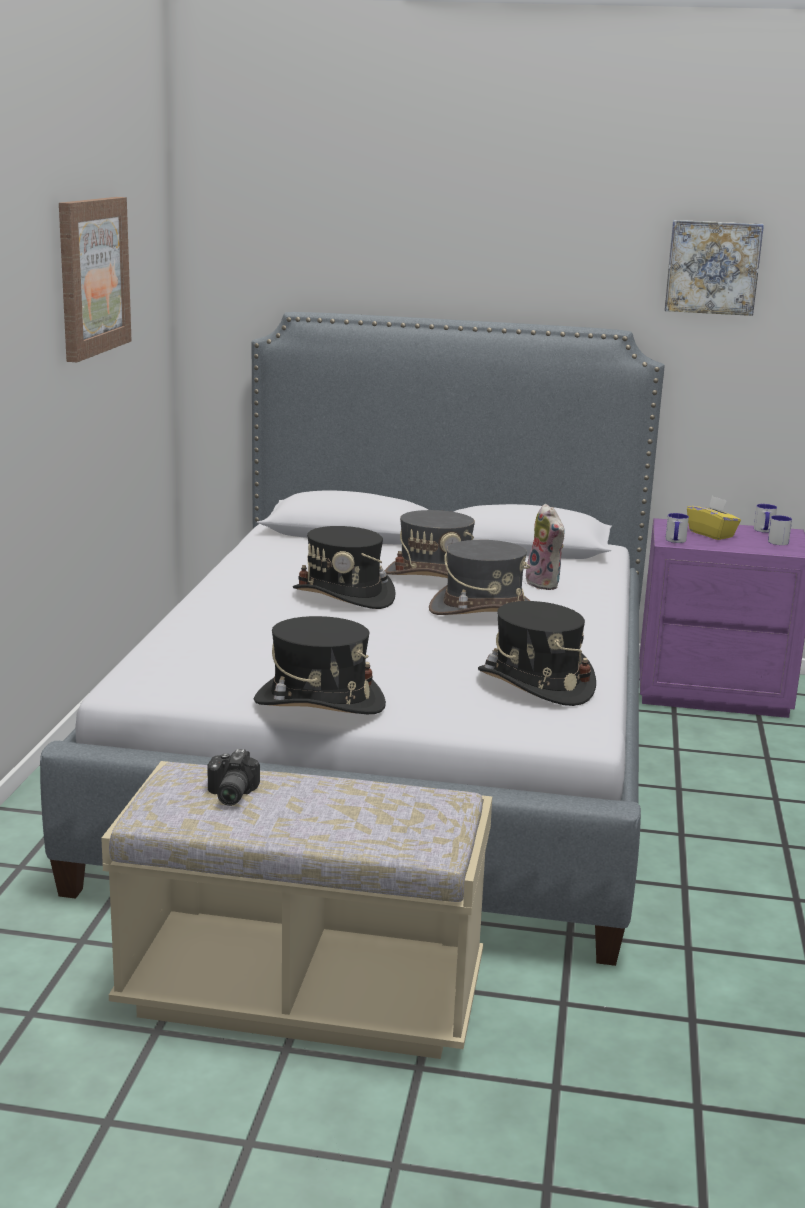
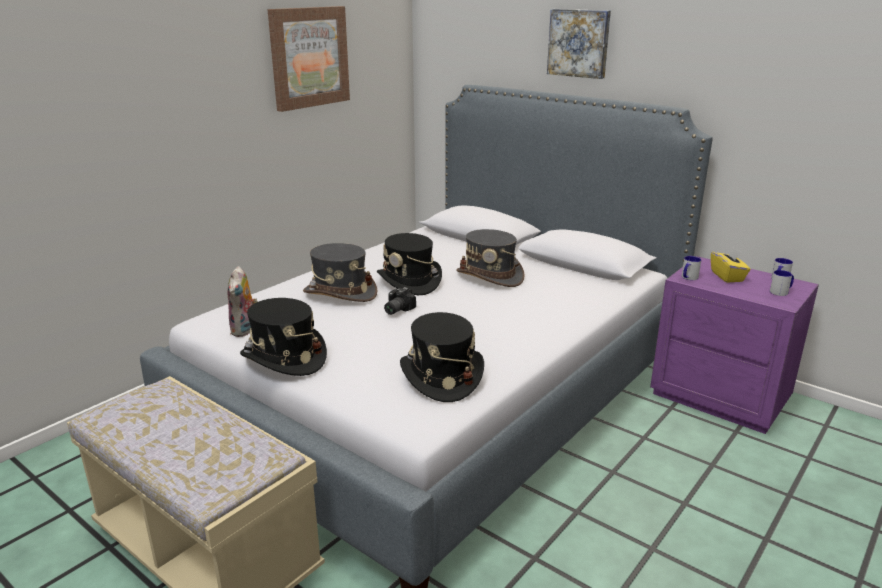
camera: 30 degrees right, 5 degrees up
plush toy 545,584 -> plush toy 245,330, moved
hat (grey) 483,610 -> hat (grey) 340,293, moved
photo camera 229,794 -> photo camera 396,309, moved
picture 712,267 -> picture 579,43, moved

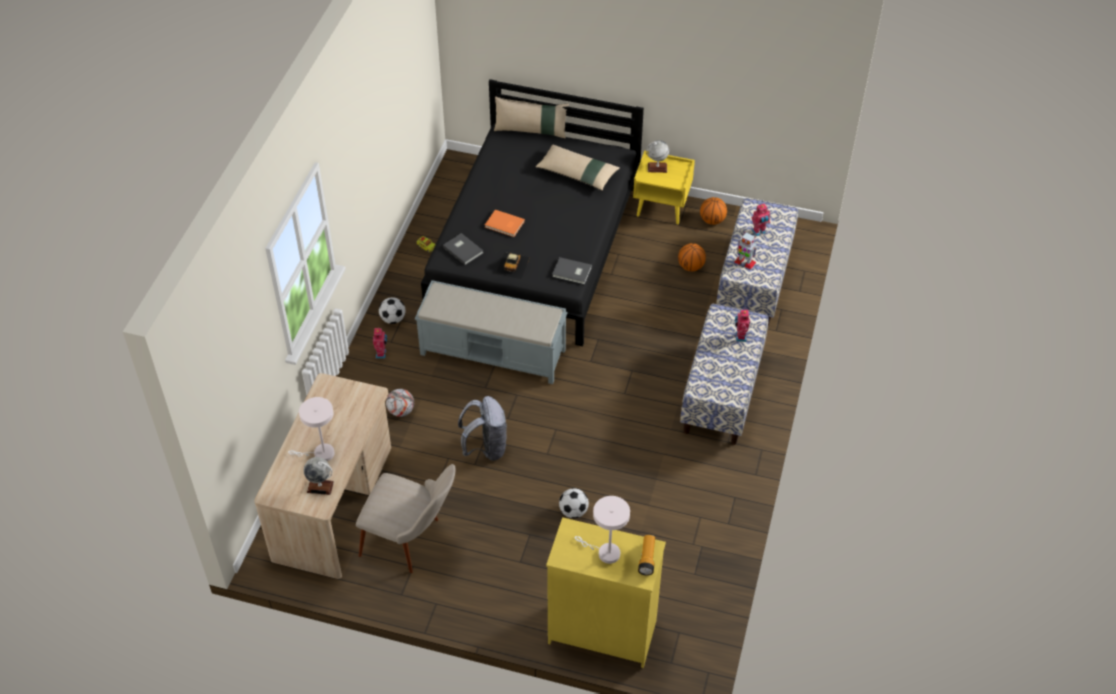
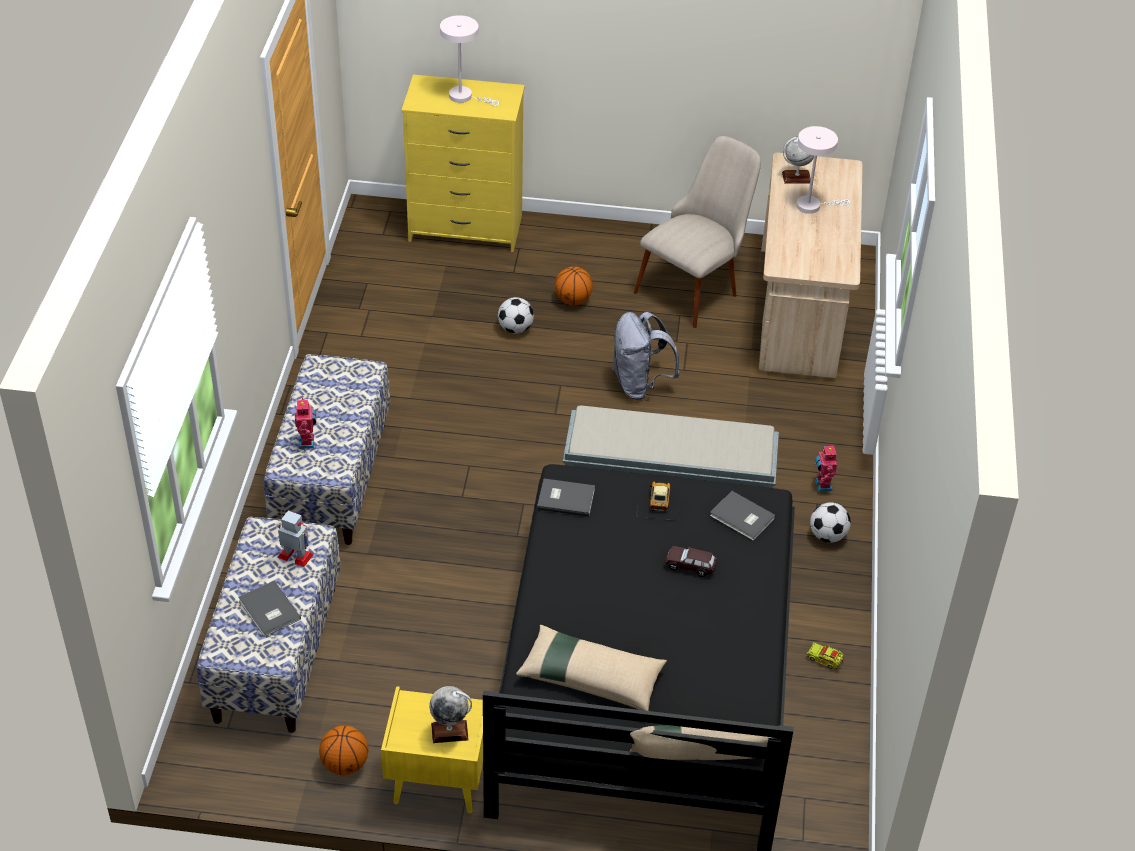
camera: 170 degrees right, 5 degrees down
toy robot 759,232 -> book (grey) 268,611
basketball 690,267 -> basketball 573,300, moved
chair (beige) 412,541 -> chair (beige) 695,285, 120 degrees clockwise
book (orange) 504,225 -> toy car (brown) 690,566
football 401,411 -> none
flashlight 647,558 -> none

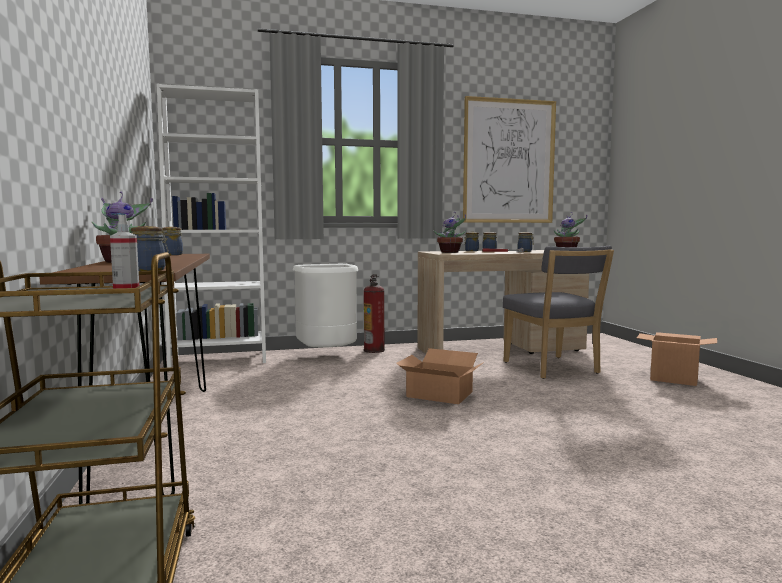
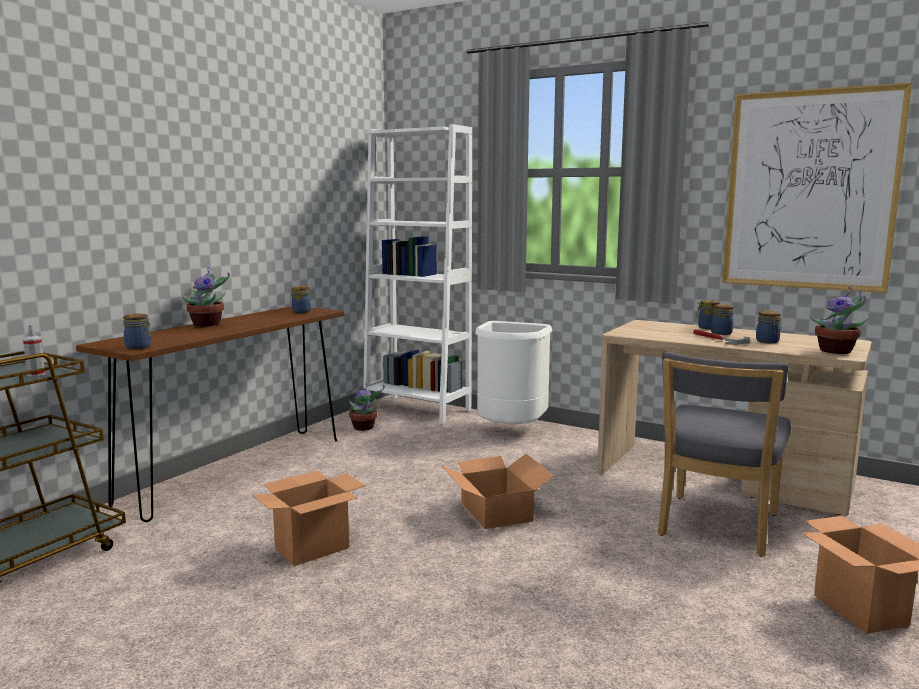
camera: 45 degrees right, 5 degrees up
none -> cardboard box 312,548
potted plant 451,252 -> potted plant 364,428, moved
fire extinguisher 374,350 -> none

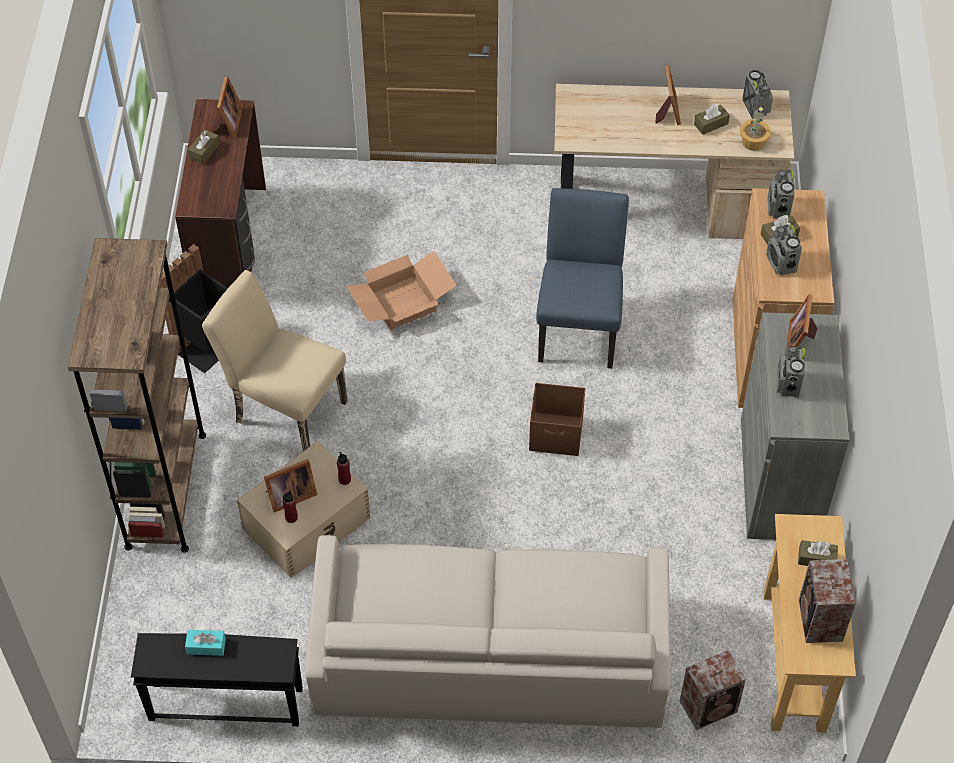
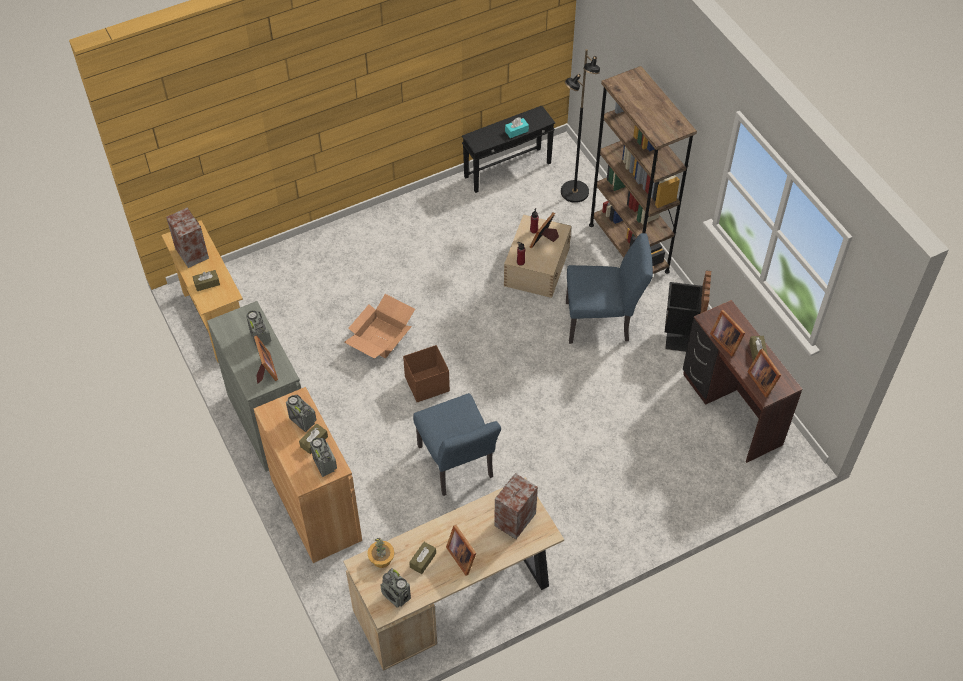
camera: 150 degrees right, 0 degrees up
cardboard box 402,304 -> cardboard box 380,336, moved
speaker 710,706 -> speaker 513,520, moved
none -> floor lamp (black) 574,192
chair (beige) 283,408 -> chair (blue) 603,322
none -> picture frame 726,340
sofa (beige) 488,657 -> none

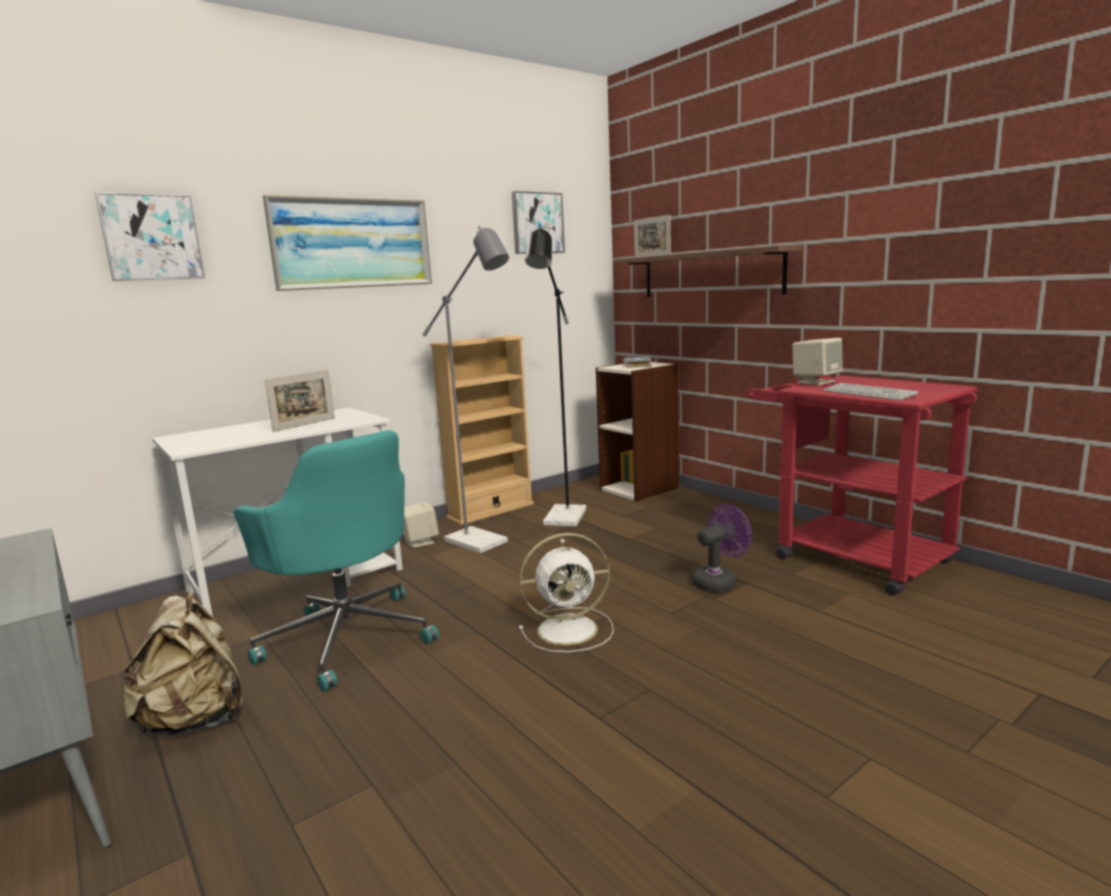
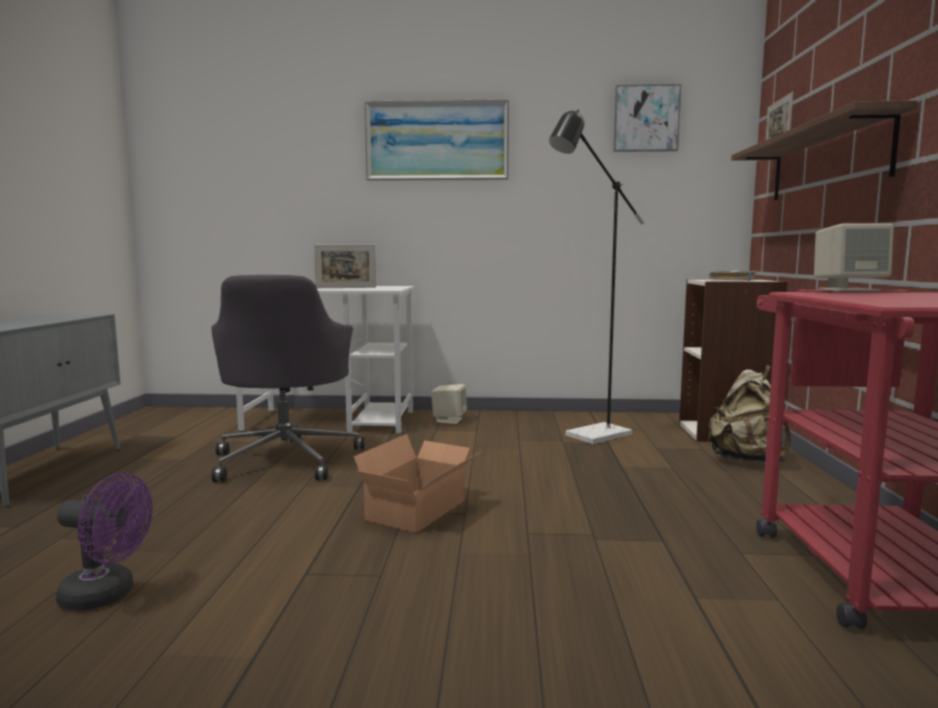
camera: 40 degrees right, 5 degrees down
fan (purple) 719,582 -> fan (purple) 107,595, moved
office chair (turquoise) 347,637 -> office chair (grey) 287,459
fan (white) 570,629 -> cardboard box 421,510
backpack (beige) 195,720 -> backpack (beige) 746,460, moved
picture 151,237 -> none
floor lamp (grey) 483,543 -> none
bookcase (beige) 490,511 -> none
keyboard 868,393 -> none

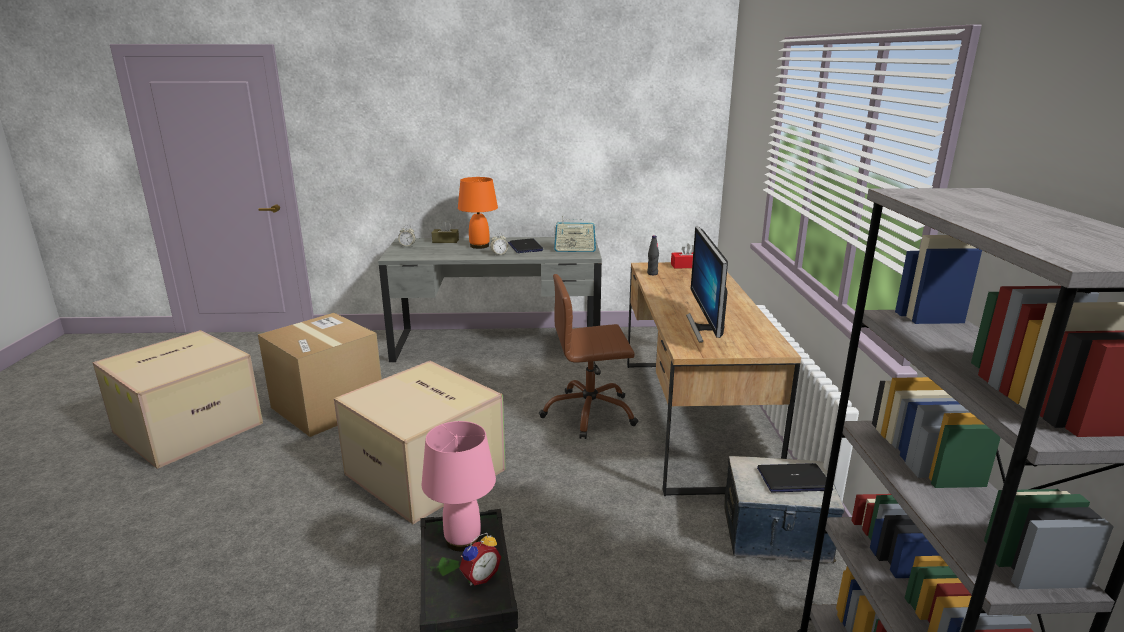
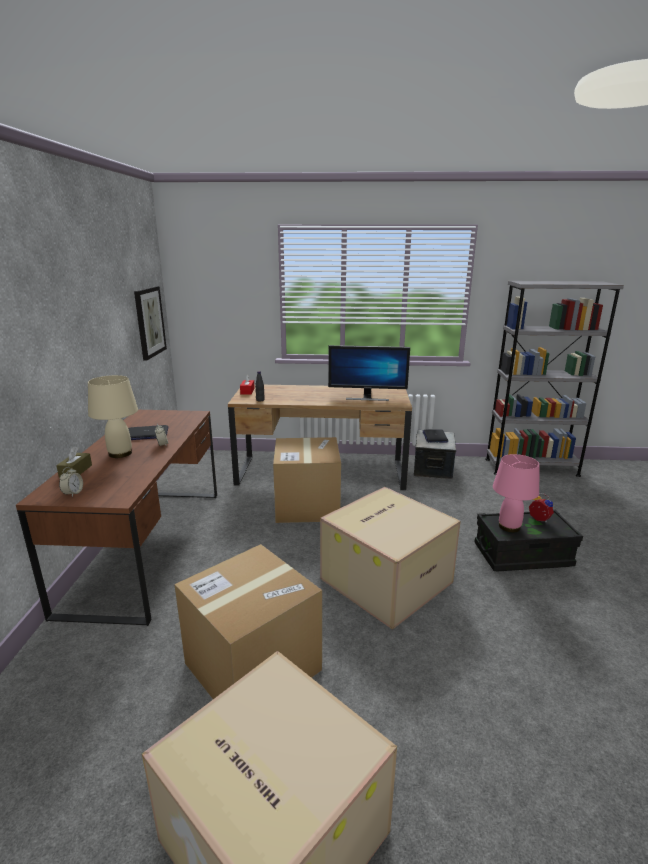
camera: 85 degrees left, 0 degrees up
desk (grey) 497,344 -> desk (brown) 148,546
table lamp (orange) 479,246 -> table lamp (beige) 120,454
none -> picture 149,322
office chair (brown) 589,413 -> cardboard box 307,505
radio 575,250 -> none

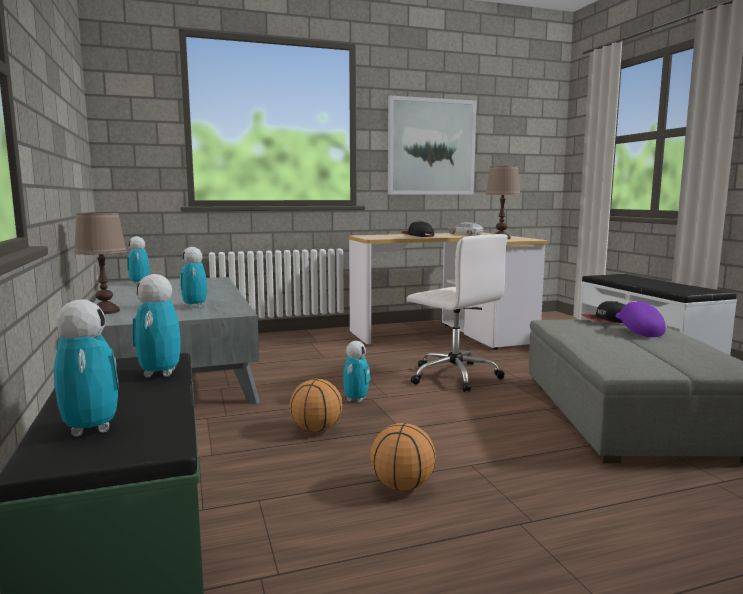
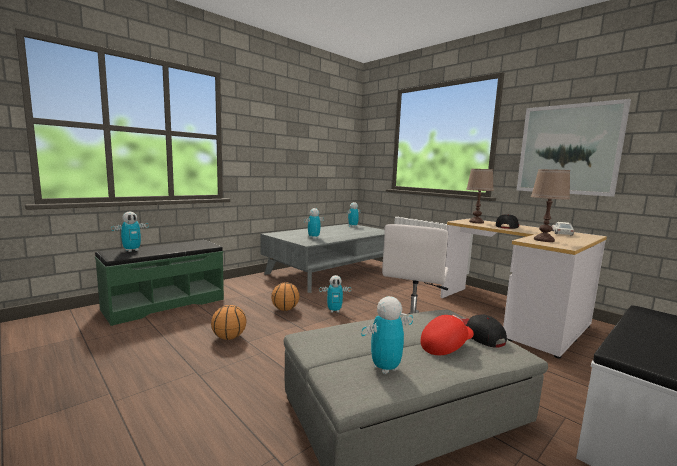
camera: 65 degrees right, 0 degrees up
toy robot 160,374 -> toy robot 385,368, moved
cap (purple) 637,331 -> cap (red) 445,346
table lamp (brown) 105,311 -> table lamp (brown) 476,222, moved

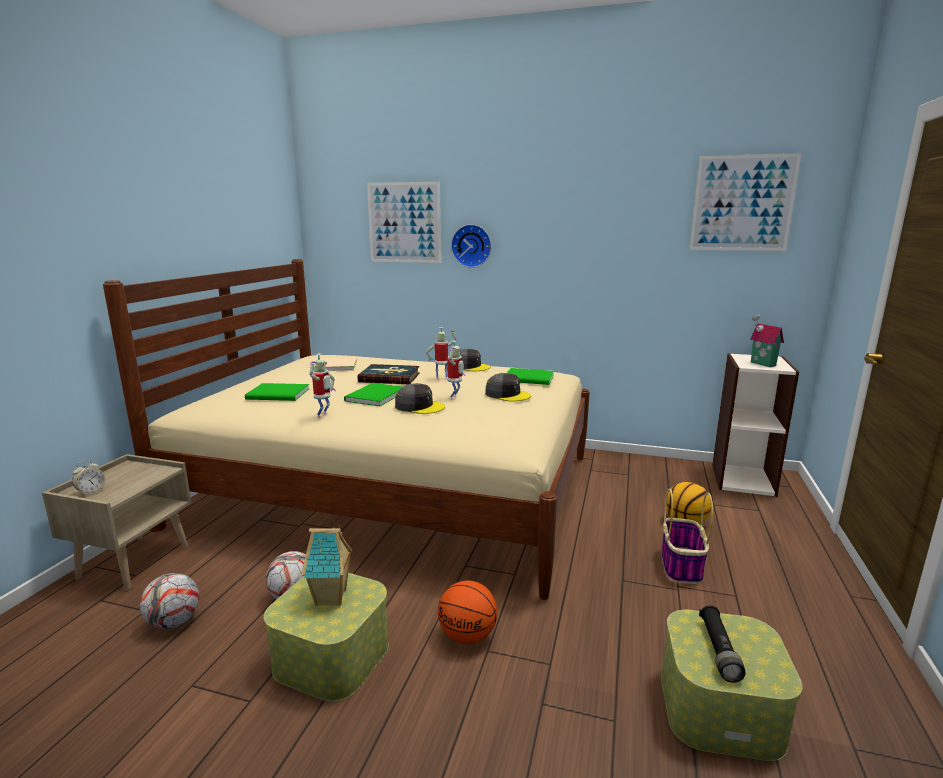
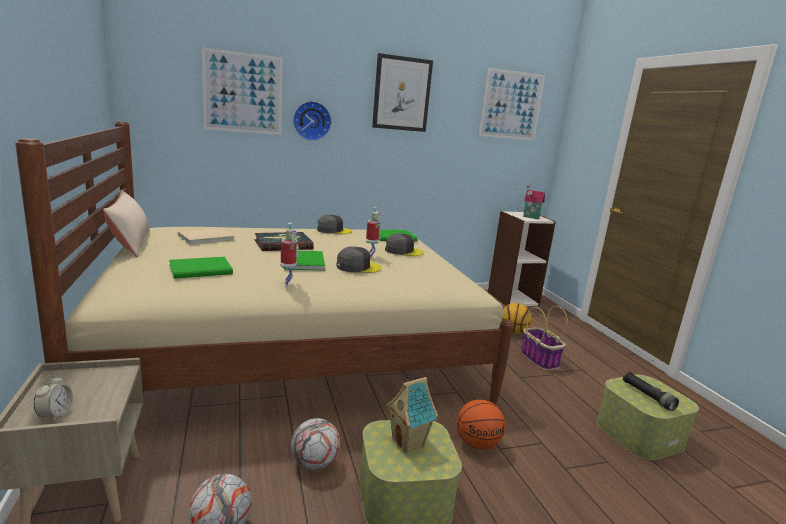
camera: 35 degrees left, 0 degrees up
none -> pillow (beige) 130,243
none -> picture 401,94
toy robot 442,378 -> none

